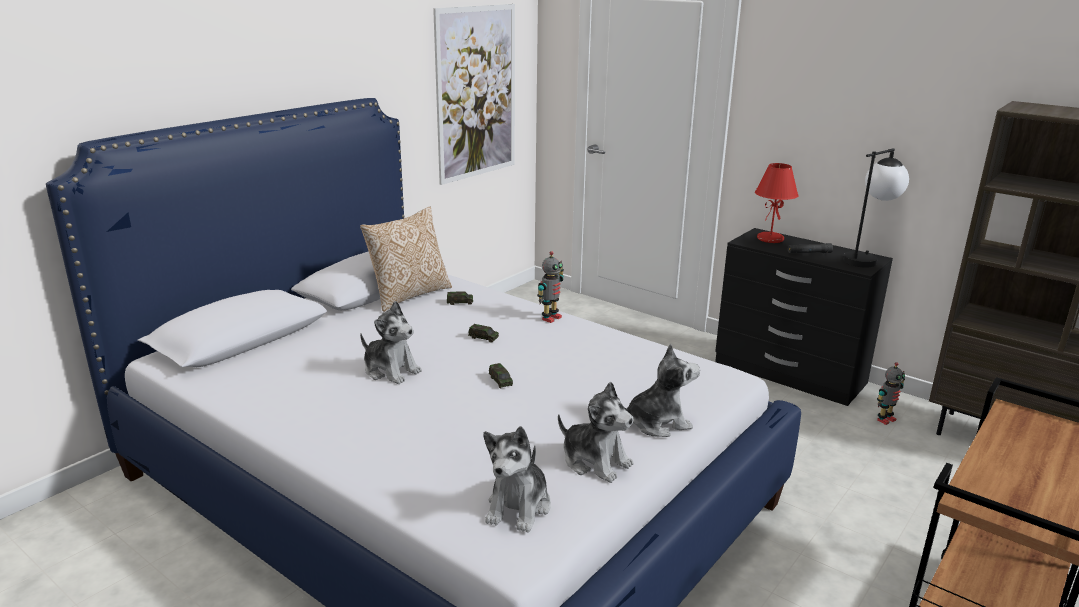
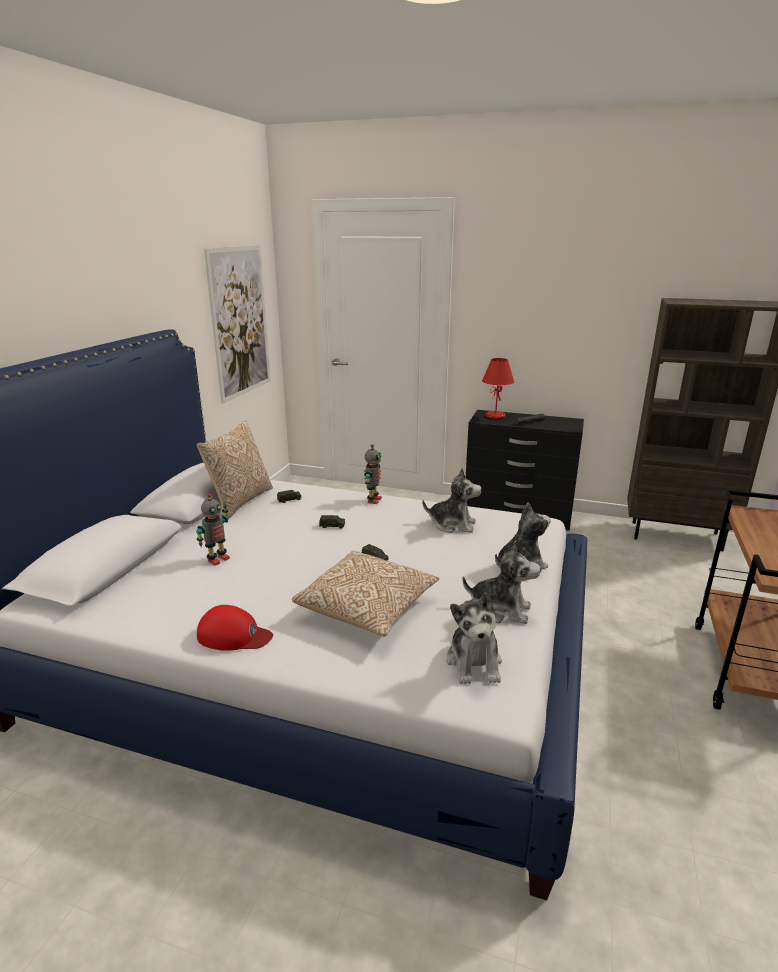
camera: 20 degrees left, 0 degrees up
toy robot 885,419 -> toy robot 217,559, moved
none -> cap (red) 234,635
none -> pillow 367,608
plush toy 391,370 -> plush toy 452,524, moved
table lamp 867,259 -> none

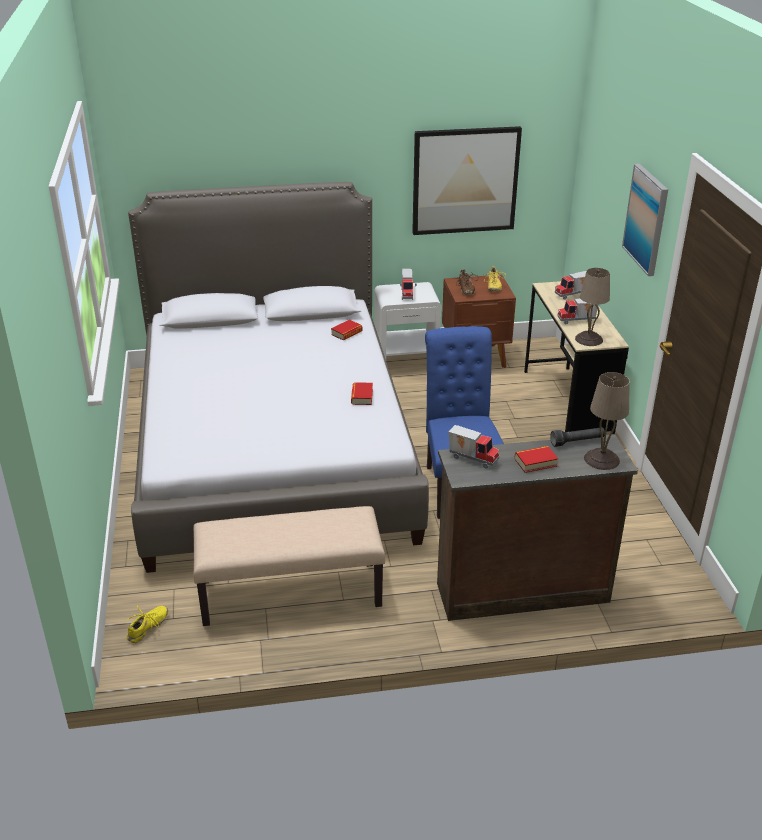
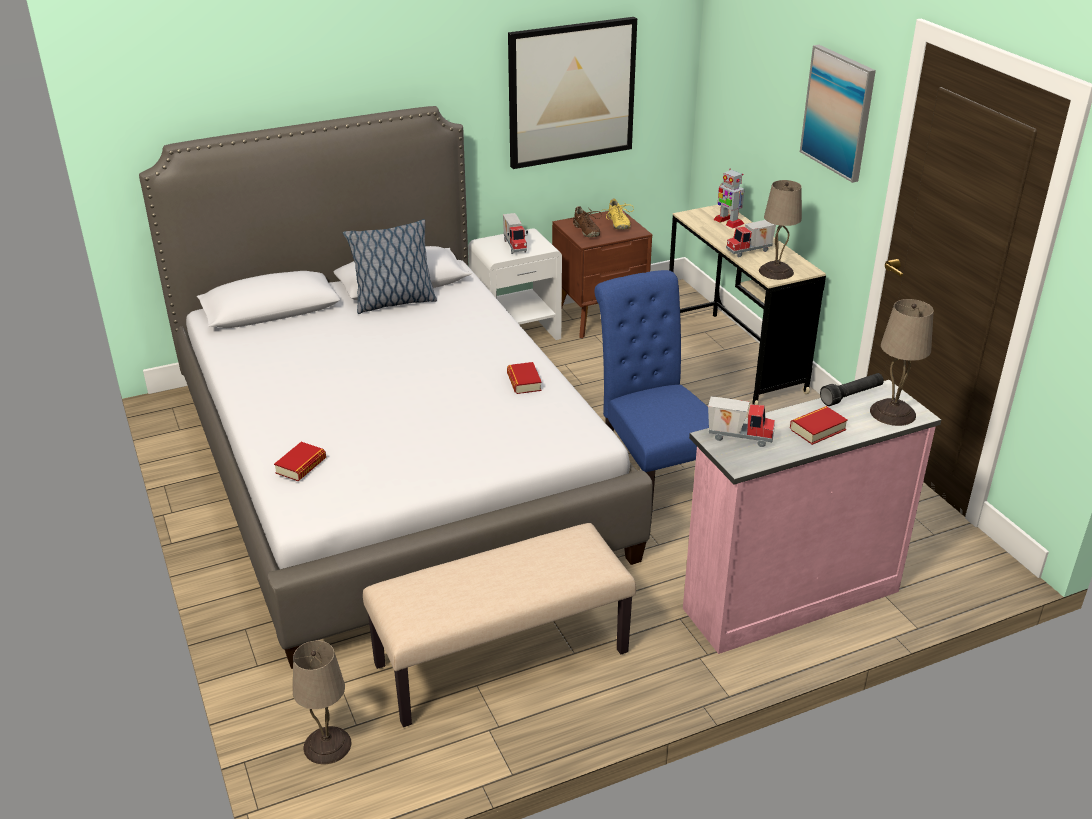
camera: 15 degrees left, 0 degrees up
book 346,333 -> book 301,466, moved
shoe (yellow) 148,628 -> table lamp (beige) 326,745
none -> pillow 393,302
dresser (brown) 520,591 -> dresser (pink) 788,598
toy truck 573,295 -> toy robot 728,221

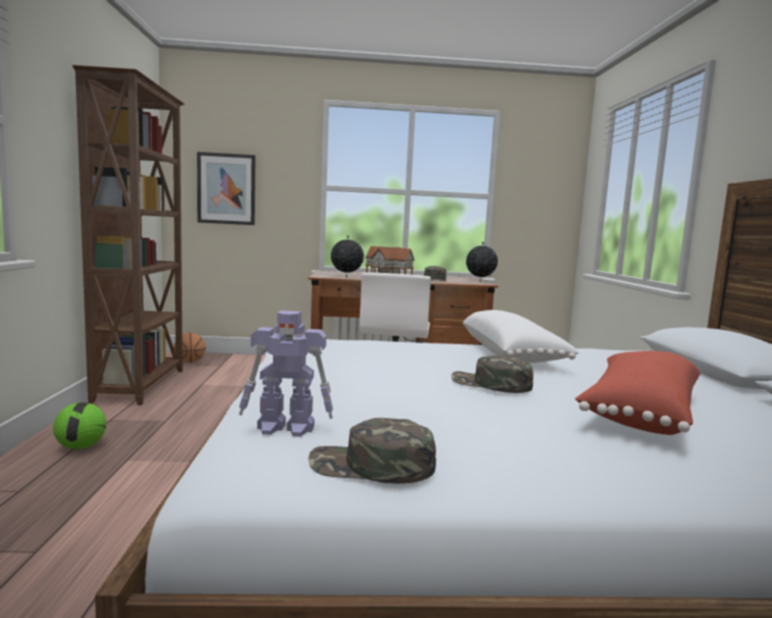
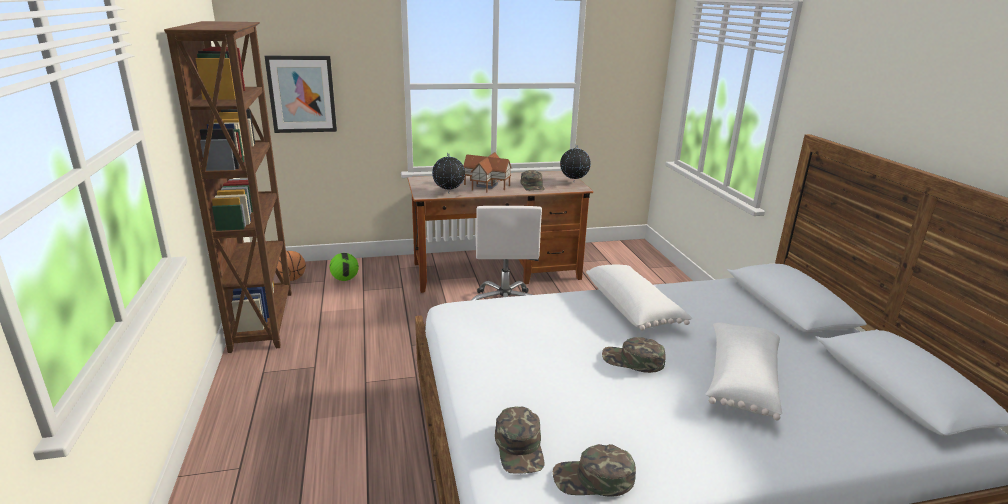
camera: 10 degrees left, 15 degrees up
football 81,447 -> football 345,279, moved
toy robot 287,428 -> cap (green) 520,447
pillow (red) 638,412 -> pillow (white) 740,380

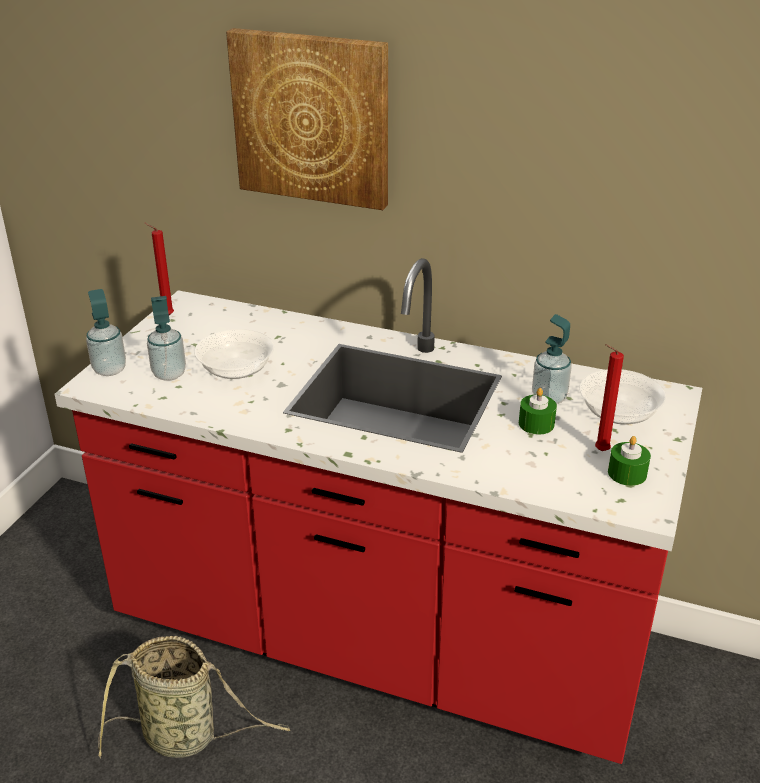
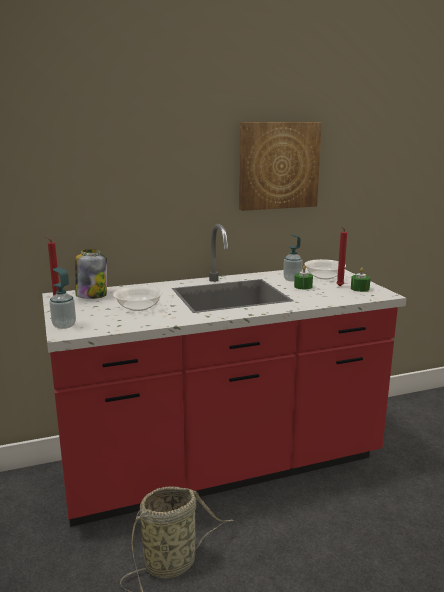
camera: 40 degrees left, 15 degrees down
none -> jar 91,295
picture 312,118 -> picture 278,165, moved
soap dispenser 169,374 -> none

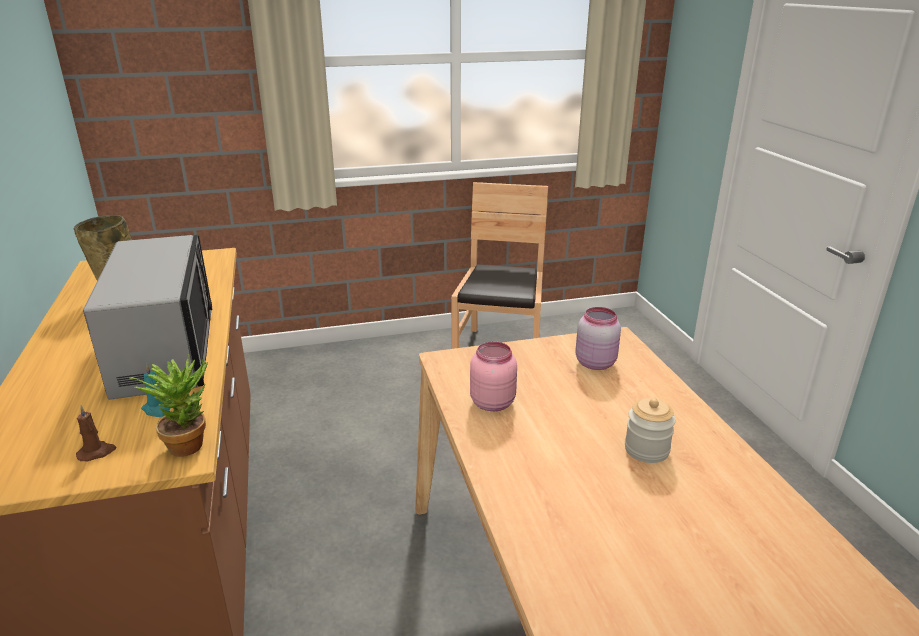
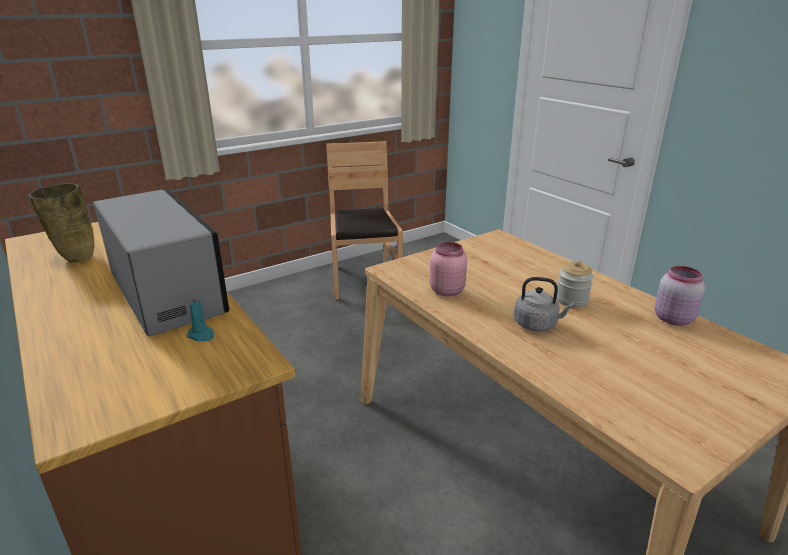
camera: 20 degrees left, 0 degrees up
none -> kettle (grey) 537,324
jar (pink) 595,362 -> jar (pink) 672,318, moved
candle (brown) 97,452 -> none
potted plant 188,442 -> none

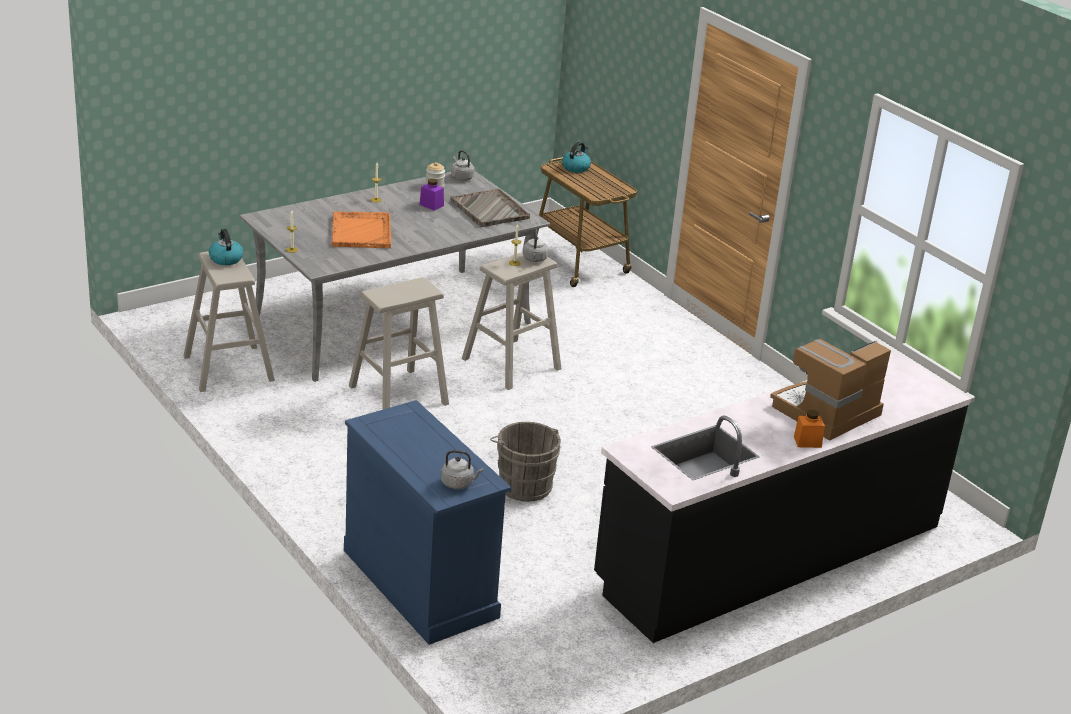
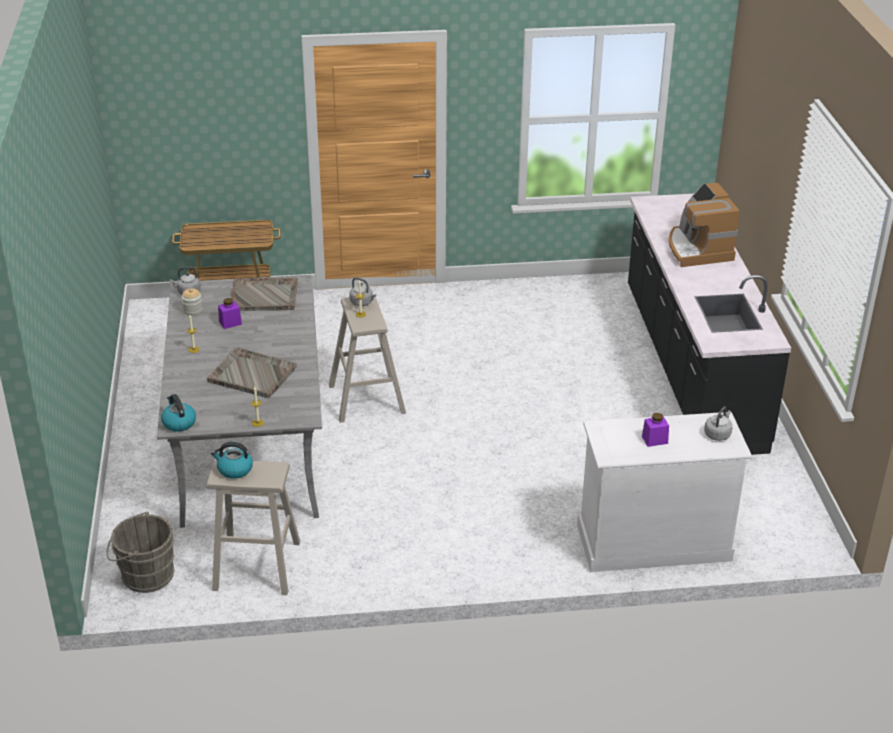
camera: 60 degrees left, 5 degrees up
bucket (grey) 523,484 -> bucket (grey) 144,575, moved
kettle 576,167 -> kettle 178,423, moved
tray (orange) 361,231 -> tray (grey) 251,374
dresser (blue) 420,583 -> dresser (white) 653,542
none -> jar (purple) 654,440
stool (beige) 398,395 -> none
jar (orange) 807,442 -> none

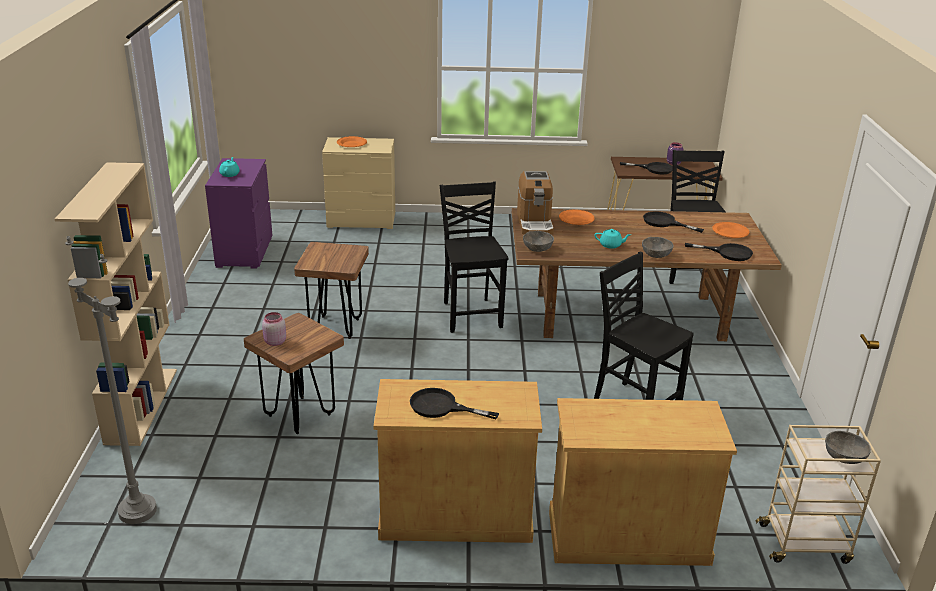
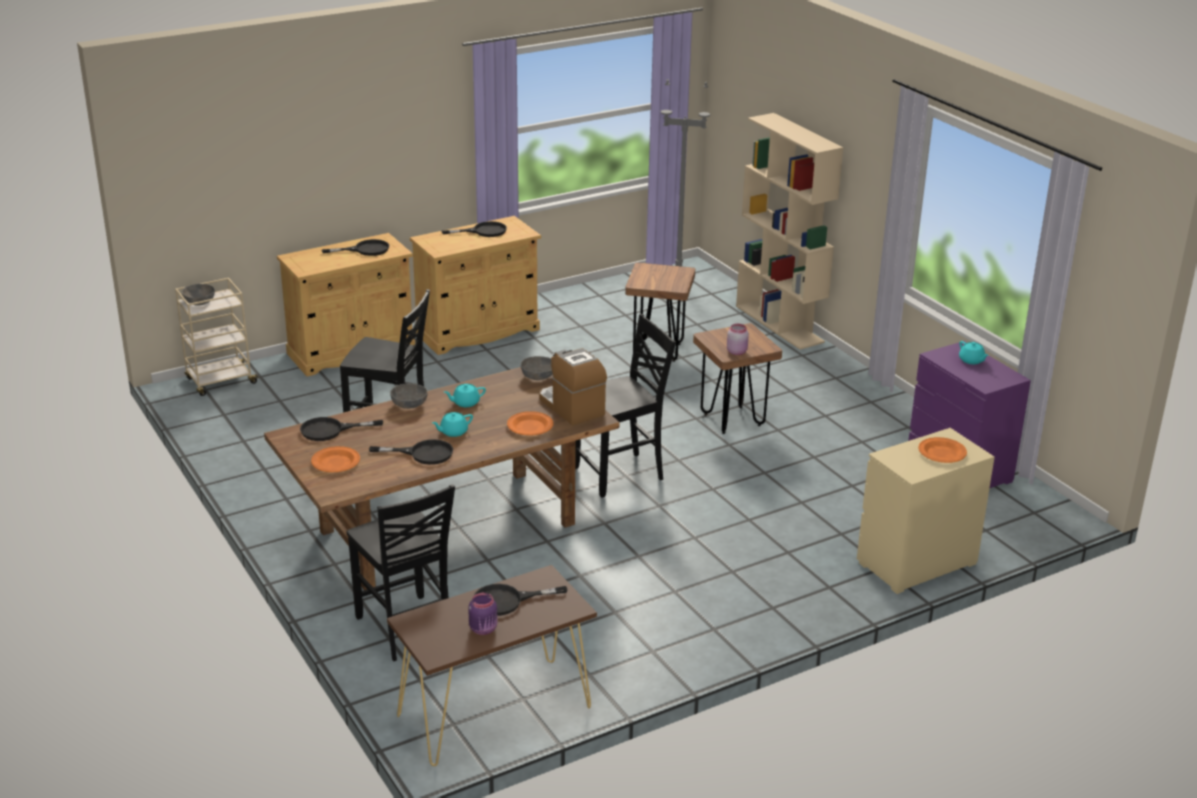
camera: 150 degrees right, 0 degrees up
none -> frying pan (black) 365,250
none -> teapot (turquoise) 453,432
chair (black) 471,314 -> chair (black) 620,474, 75 degrees counterclockwise
jar (pink) 274,342 -> jar (pink) 737,351, moved

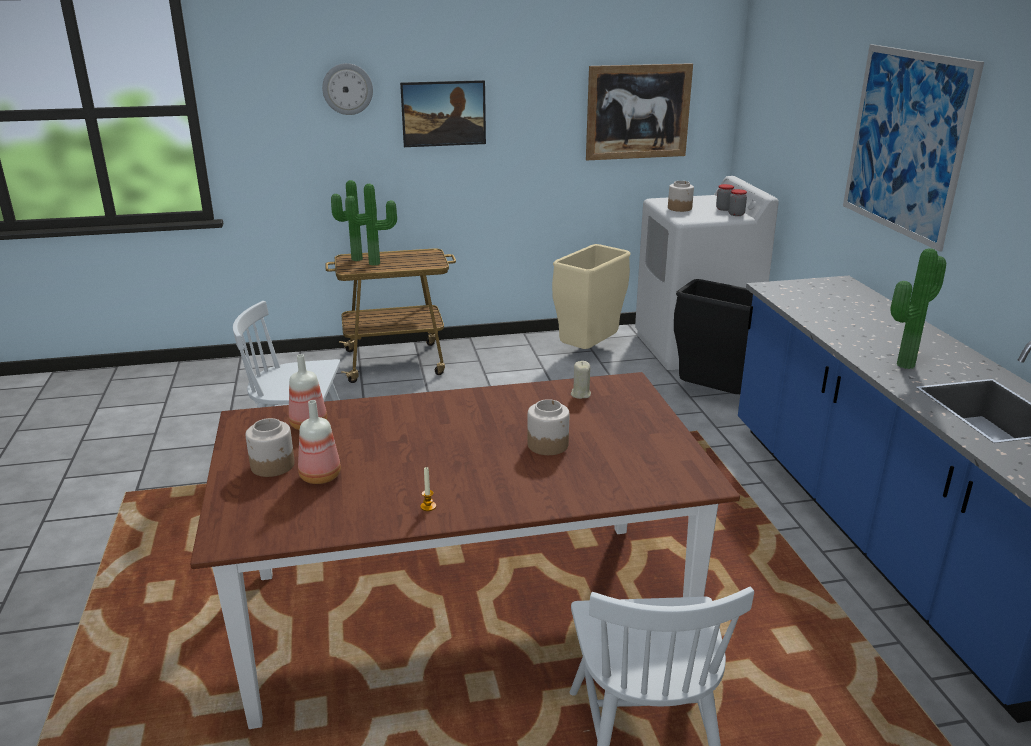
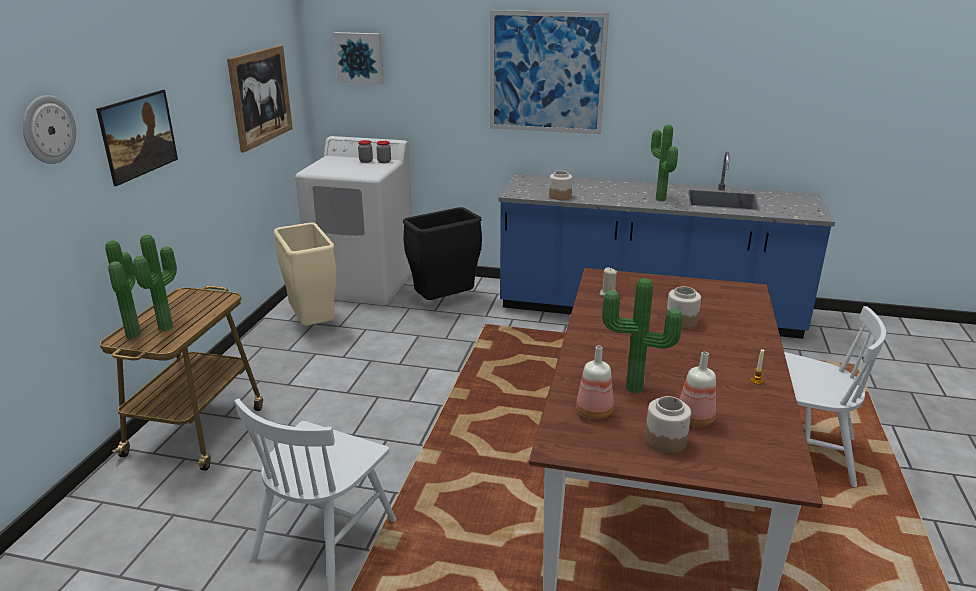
camera: 65 degrees left, 0 degrees up
none -> picture 359,57
jar 679,208 -> jar 560,196, moved
none -> potted plant 634,390

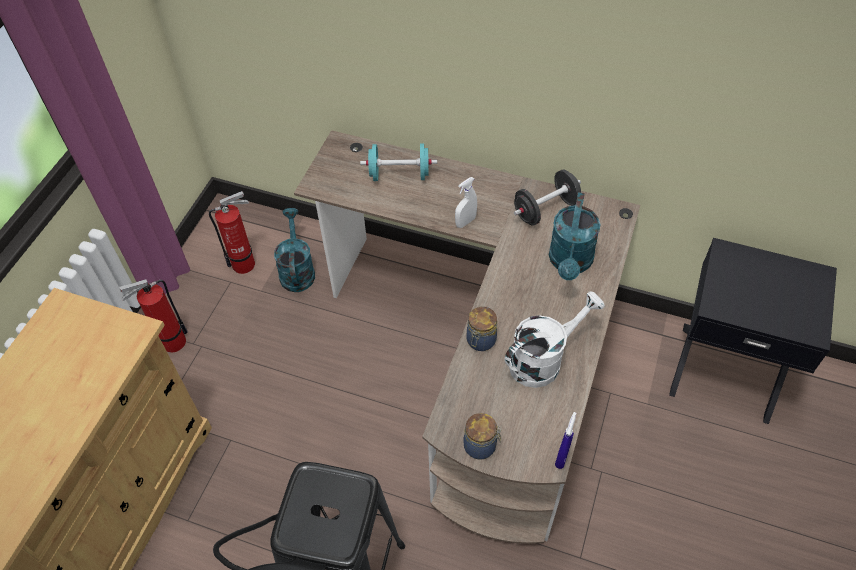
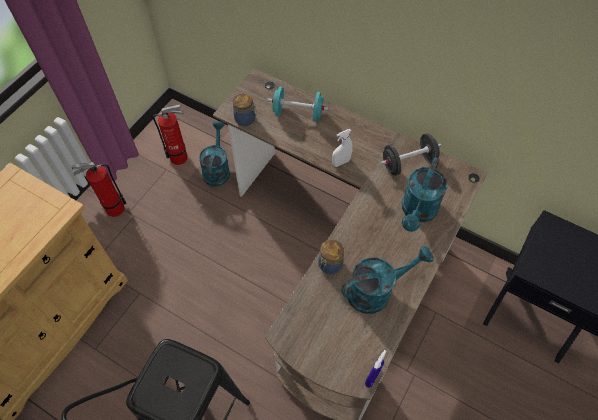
camera: 10 degrees right, 5 degrees up
jar 481,446 -> jar 246,119, moved
watering can (white) 543,359 -> watering can (turquoise) 376,290

